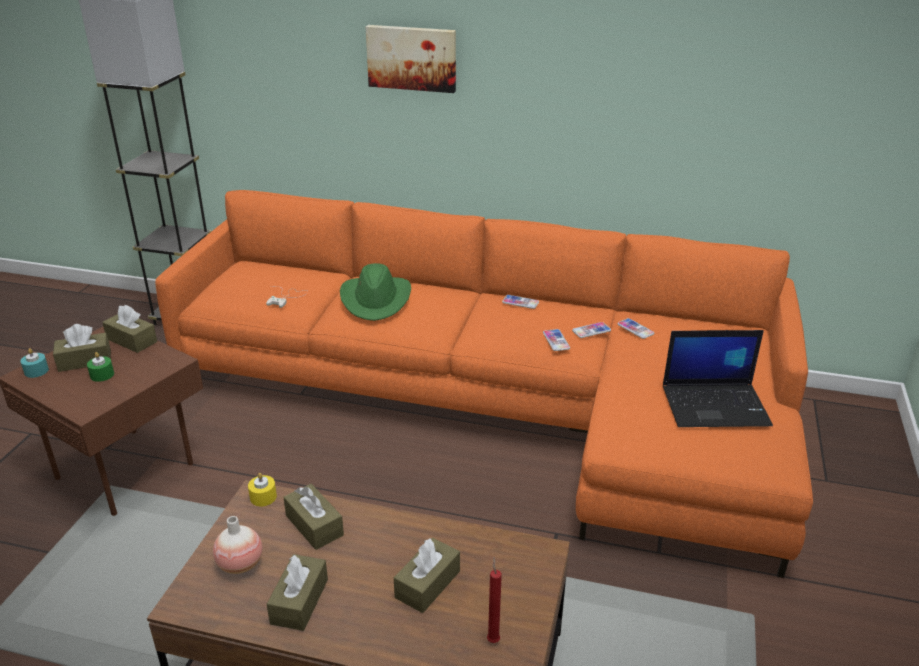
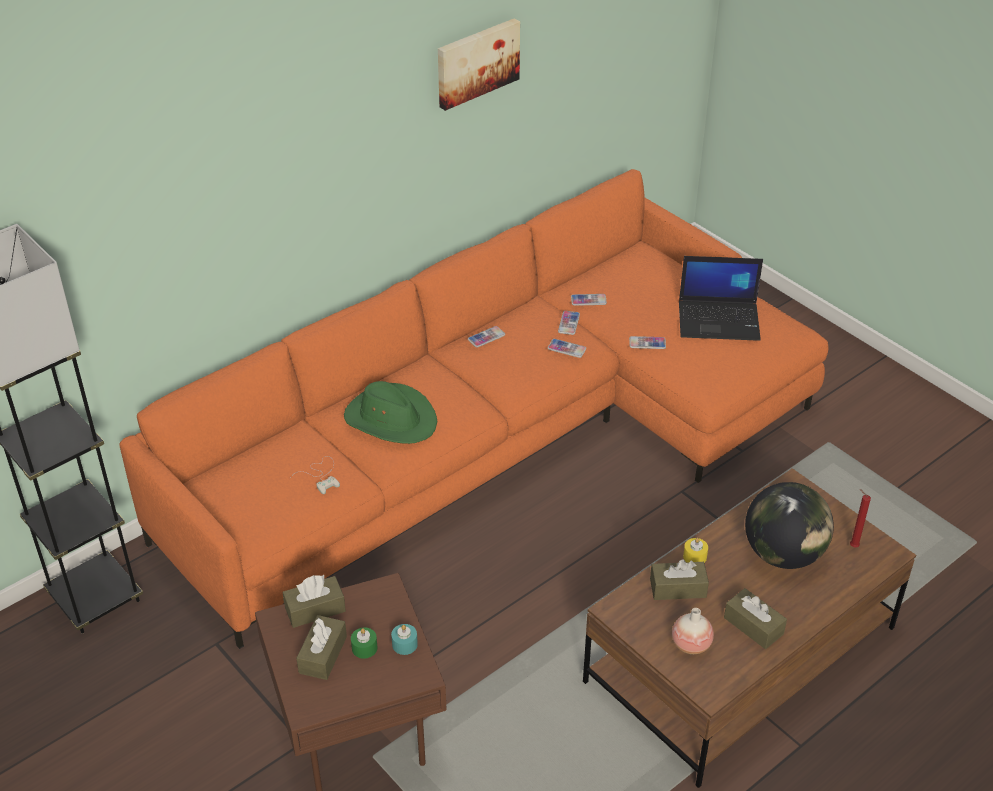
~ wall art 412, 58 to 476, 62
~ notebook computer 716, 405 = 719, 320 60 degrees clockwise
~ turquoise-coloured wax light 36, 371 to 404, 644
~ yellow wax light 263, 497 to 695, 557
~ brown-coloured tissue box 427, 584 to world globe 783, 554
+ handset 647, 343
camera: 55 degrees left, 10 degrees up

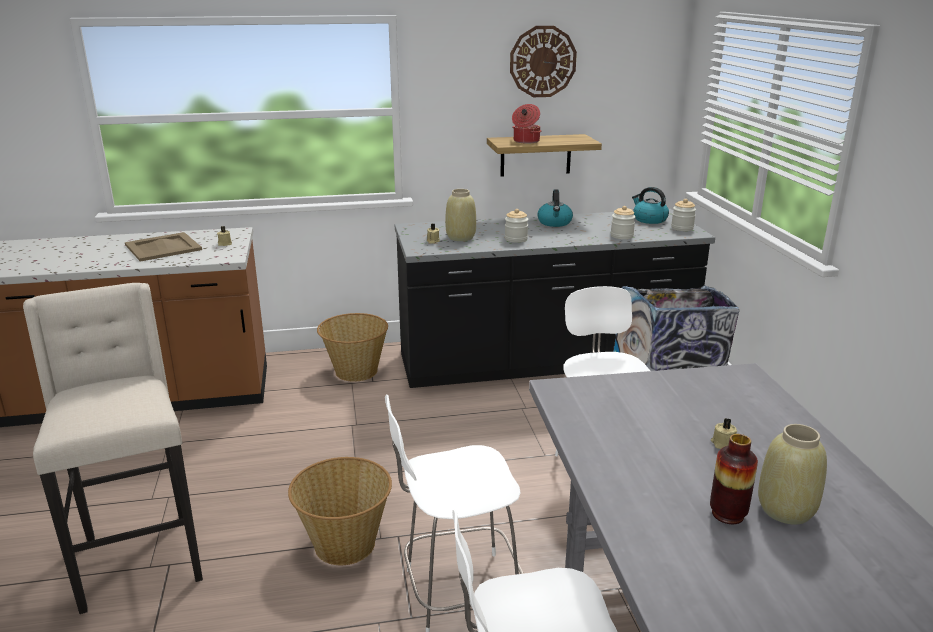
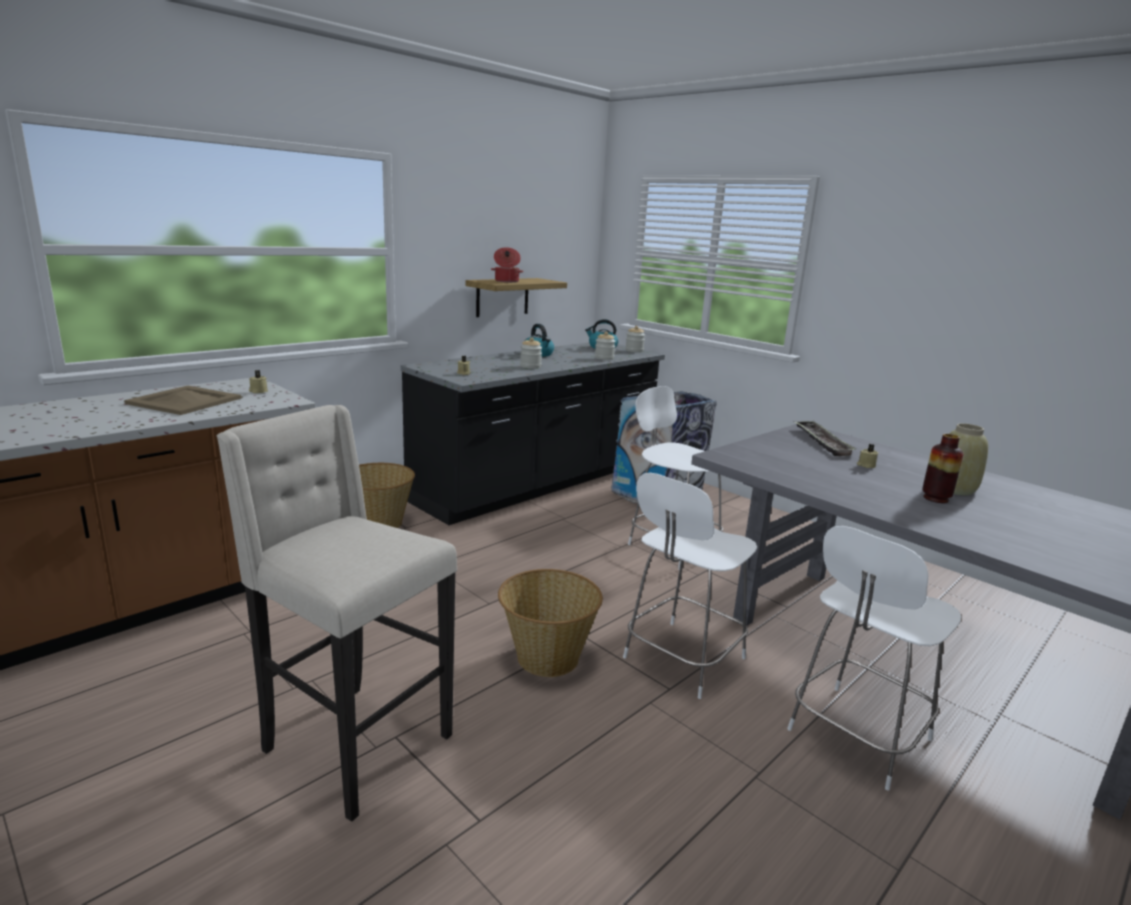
- clock on the wall 542, 61
- beige decorative vase 460, 237
+ serving tray 821, 442
camera: 35 degrees left, 5 degrees down

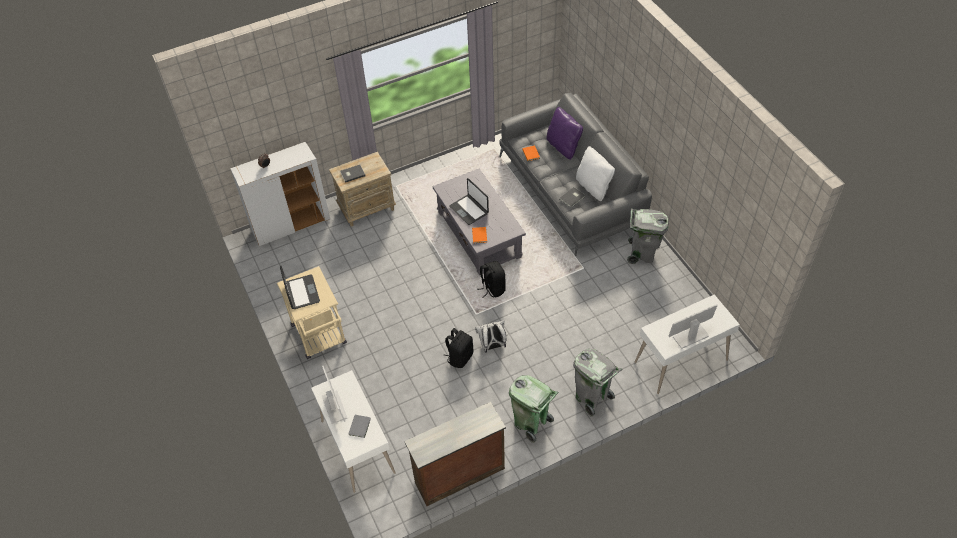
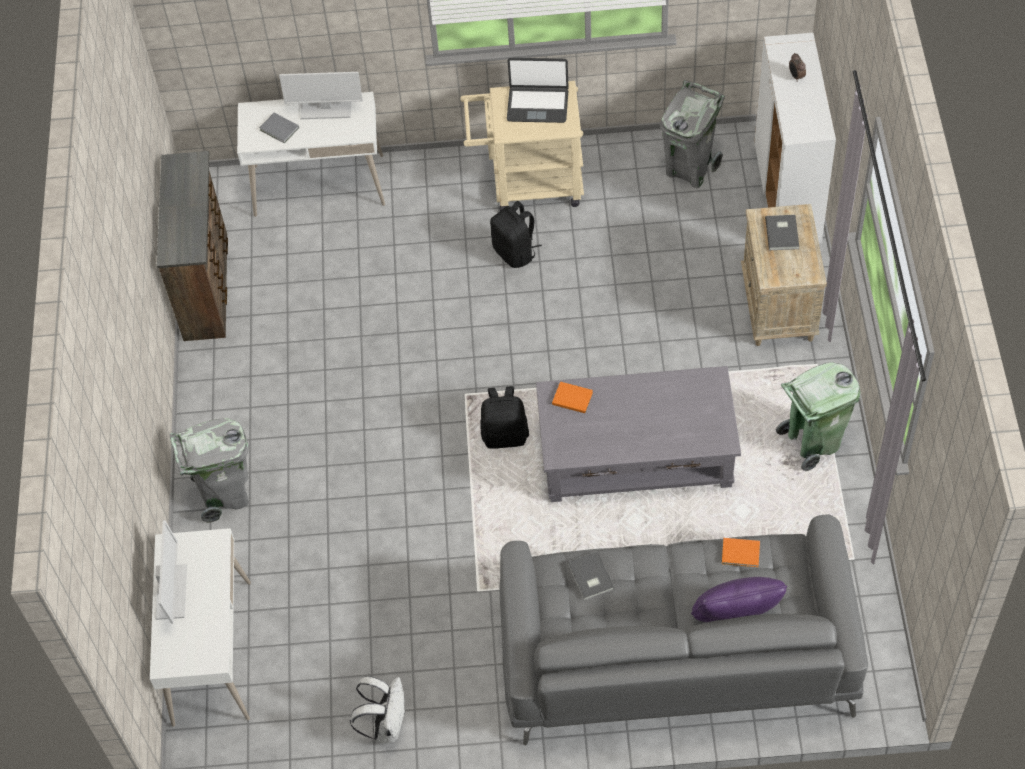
- white-coloured throw pillow 593, 187
- notebook computer 469, 210
~ grey trash can 642, 253 to 689, 169
~ white-coloured rucksack 492, 346 to 386, 725
~ black-coloured rucksack 460, 357 to 515, 252
~ greenish trash can 531, 423 to 812, 442
camera: 115 degrees right, 5 degrees up

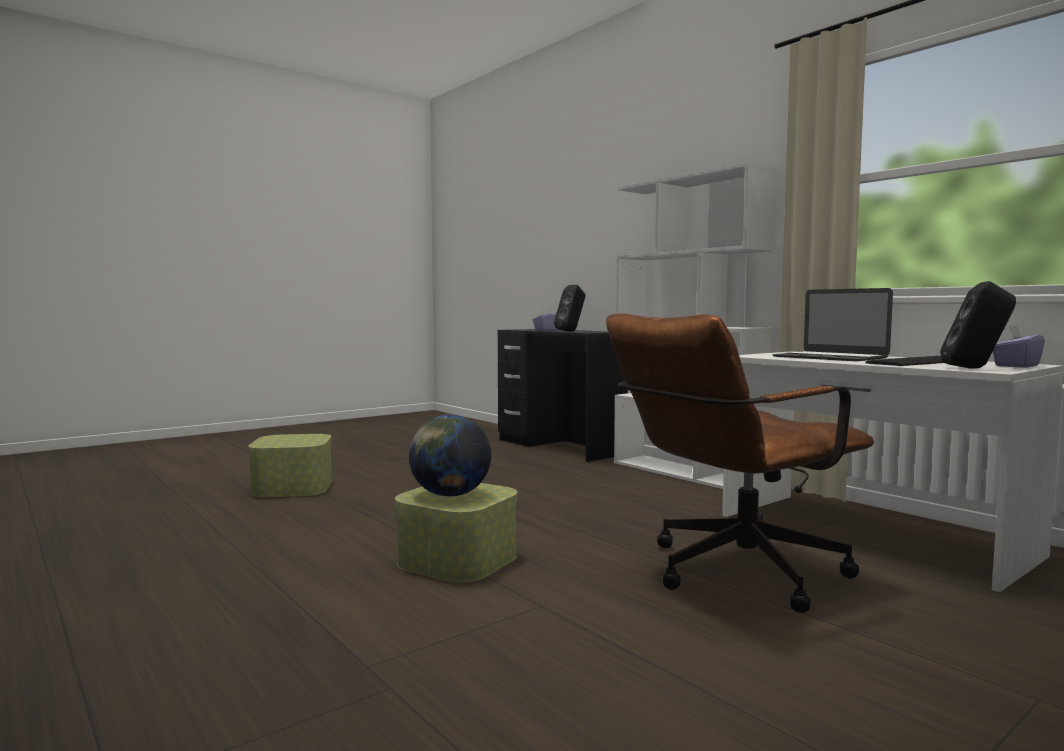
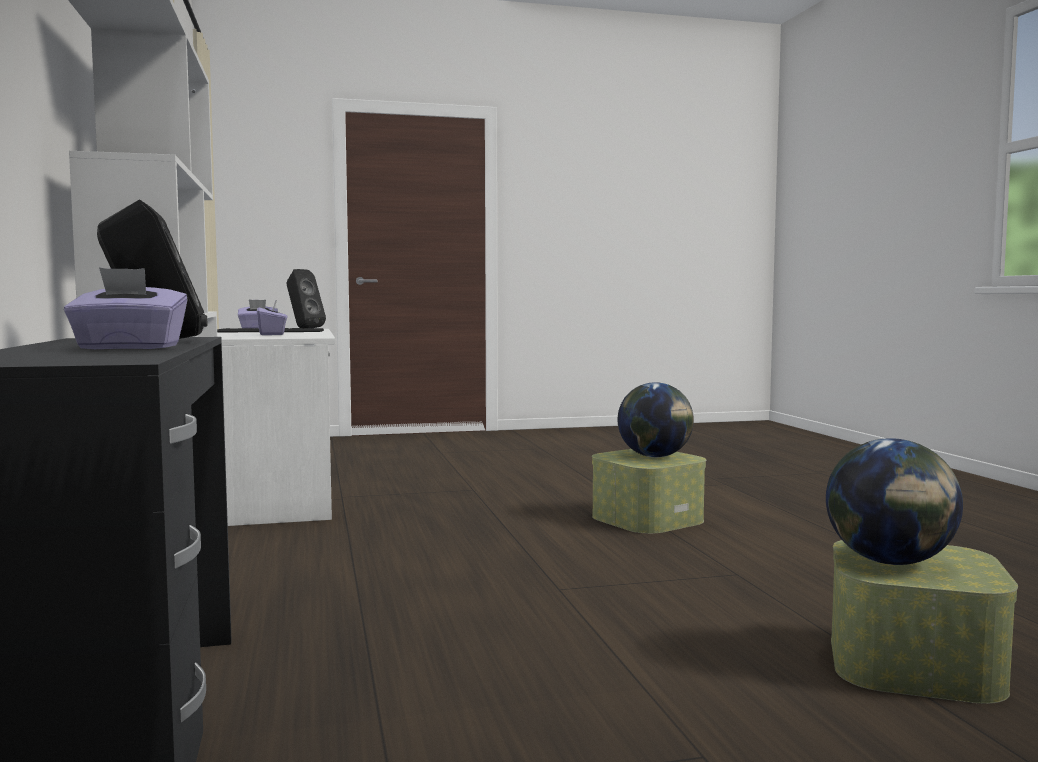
~ notebook computer 830, 357 to purplish tissue box 272, 334
- brown-coloured computer chair 730, 574
+ world globe 890, 562
camera: 155 degrees left, 0 degrees up

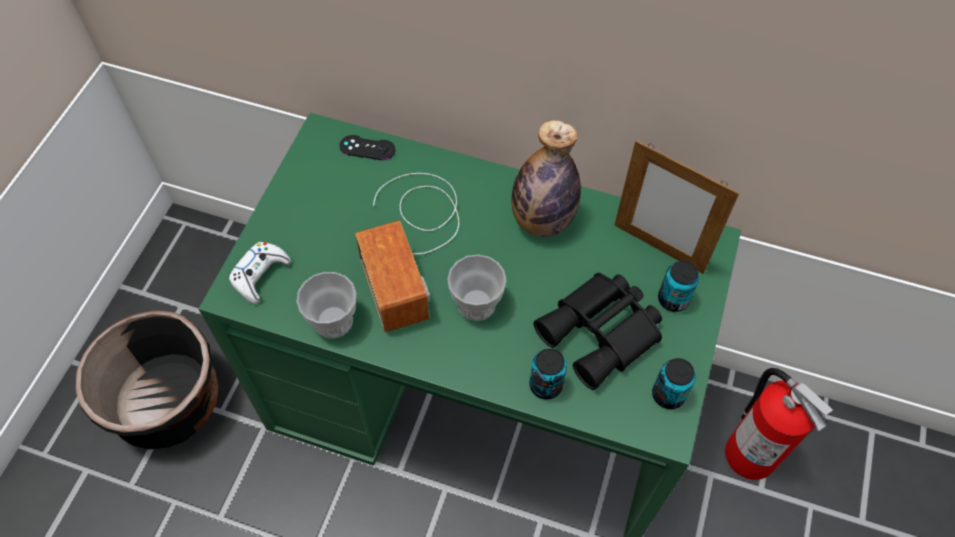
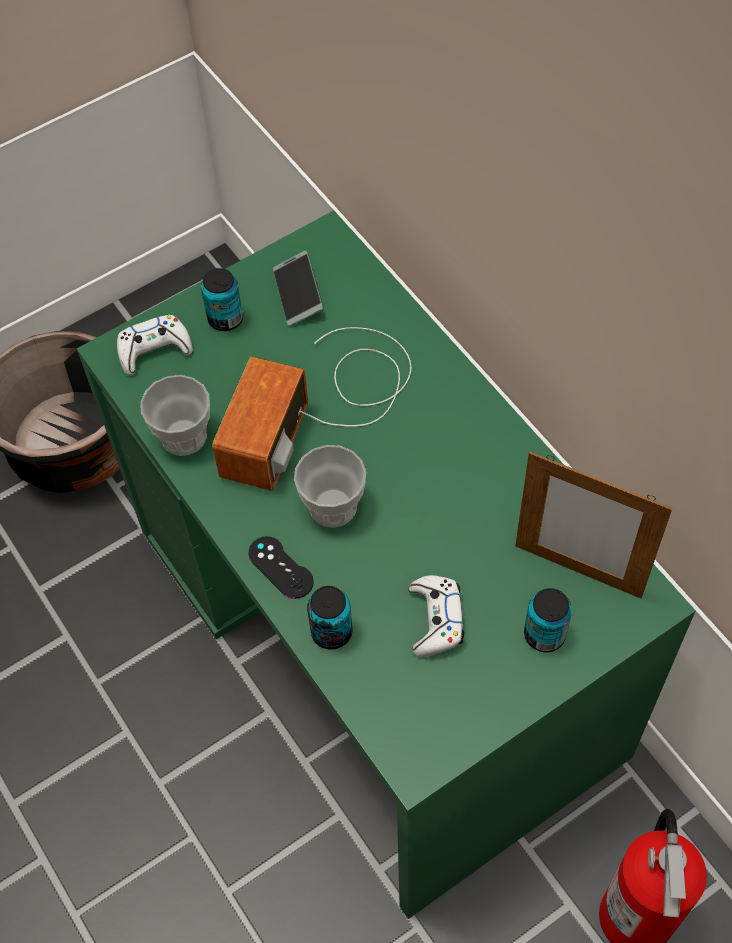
- beverage bottle 542, 221
~ black-coloured joypad 367, 148 to 280, 567
~ photo frame 658, 248 = 578, 571 45 degrees counterclockwise
~ black-coloured binoculars 602, 333 to white-coloured joypad 435, 620
~ sealed can 668, 395 to 225, 319
+ handset 298, 294
camera: 40 degrees right, 0 degrees up

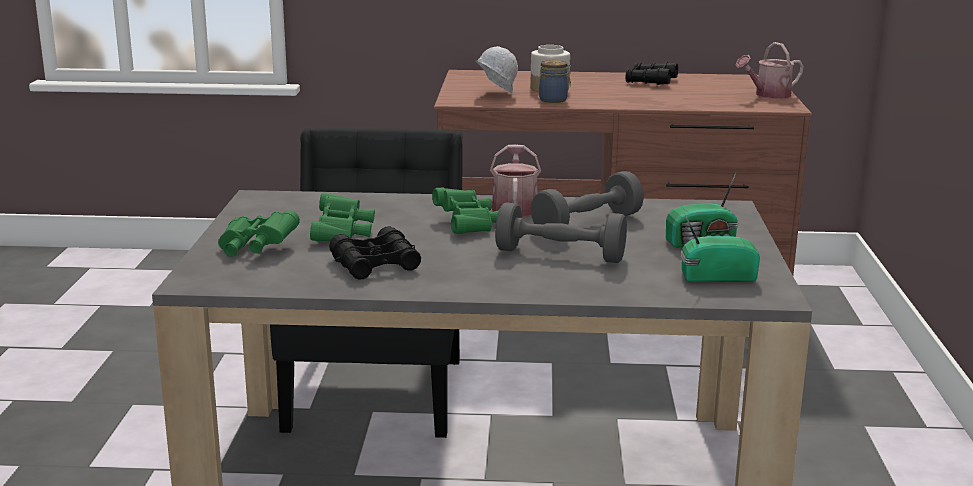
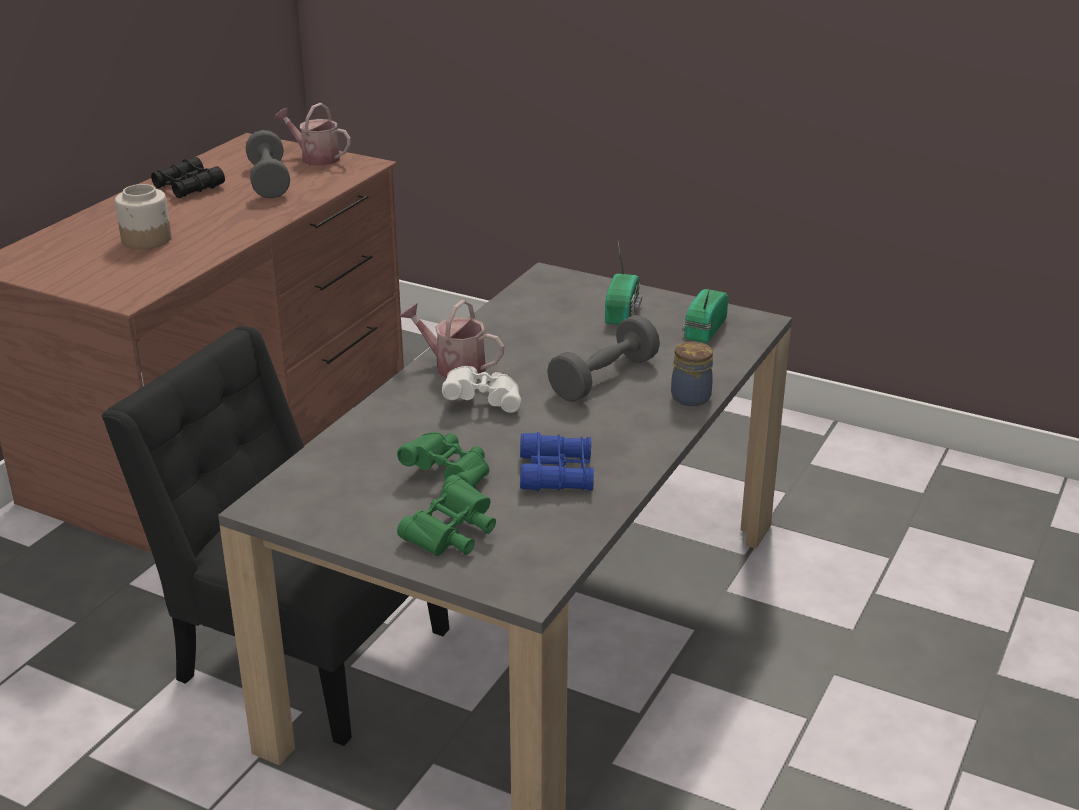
~ sprinkling can 768, 95 = 315, 157 120 degrees clockwise
- white-coloured safety helmet 495, 94
~ jar 554, 100 to 691, 396
~ grey free weight 587, 224 to 269, 181
~ greenish binoculars 468, 224 to white-coloured binoculars 483, 401
~ black-coloured binoculars 375, 264 to blue-coloured binoculars 556, 473
camera: 65 degrees left, 10 degrees up

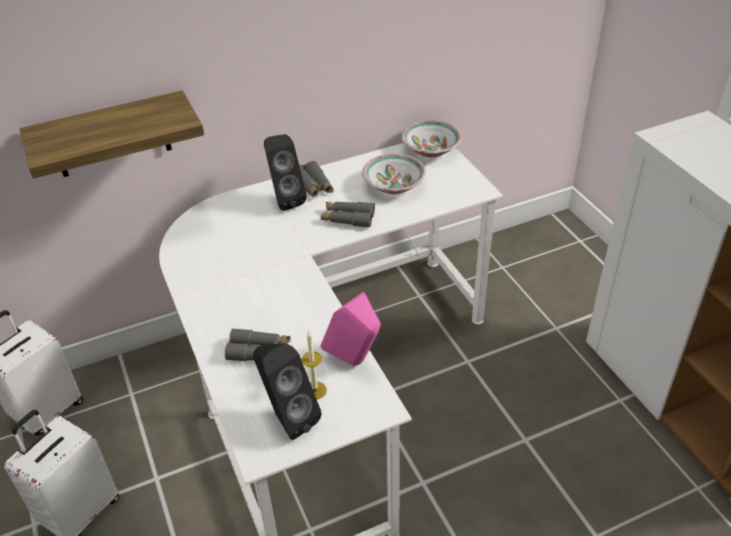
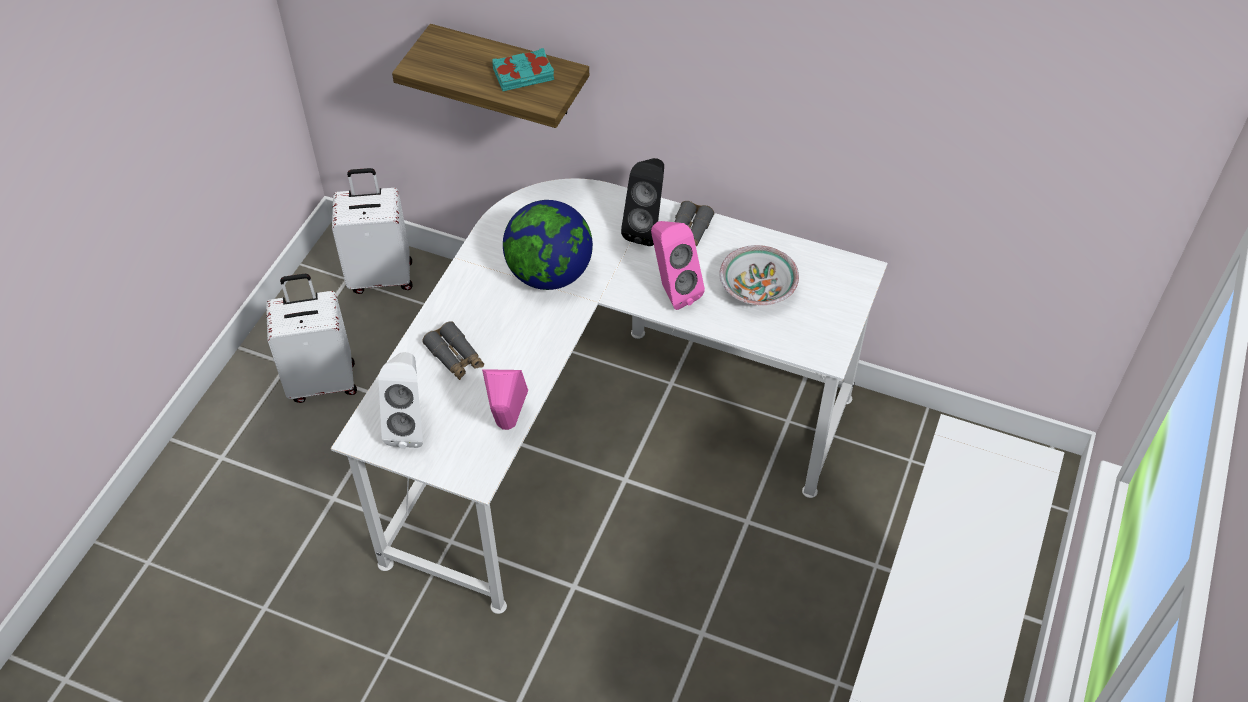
- deep dish 430, 150
~ grey binoculars 348, 218 to pink speaker 672, 291
- wax light 315, 390
~ black-coloured speaker 287, 418 to white-coloured speaker 410, 426
+ turquoise-coloured book 523, 75
+ world globe 549, 274
camera: 45 degrees right, 10 degrees up

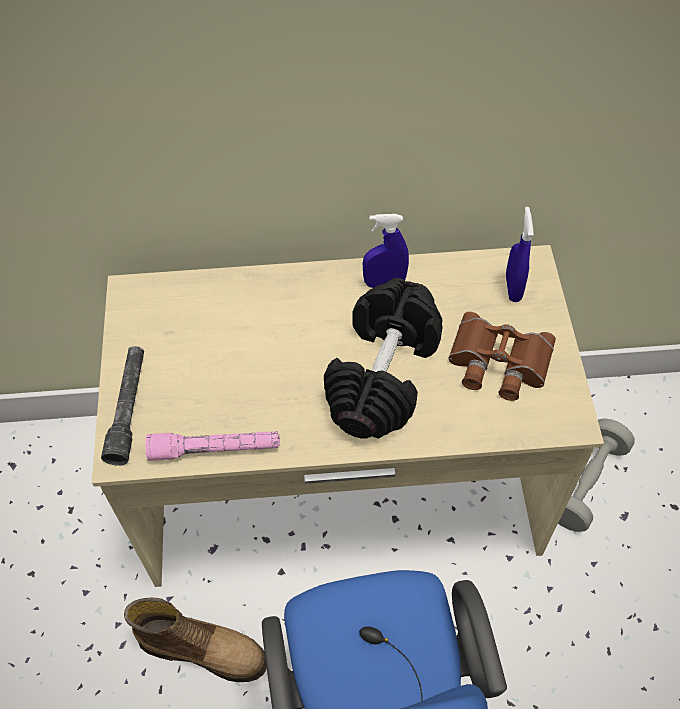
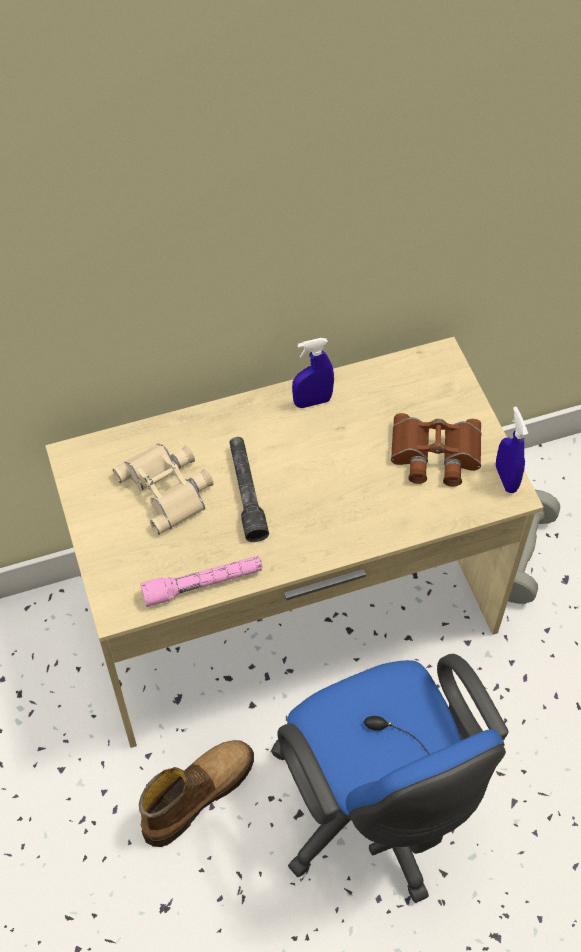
~ blue-coloured sprayer 513, 288 to 506, 478
- black-coloured free weight 382, 374
~ grey hand torch 128, 408 to 246, 492
~ boot 204, 648 = 197, 793 45 degrees counterclockwise
+ beige binoculars 169, 488
camera: 15 degrees left, 0 degrees up

